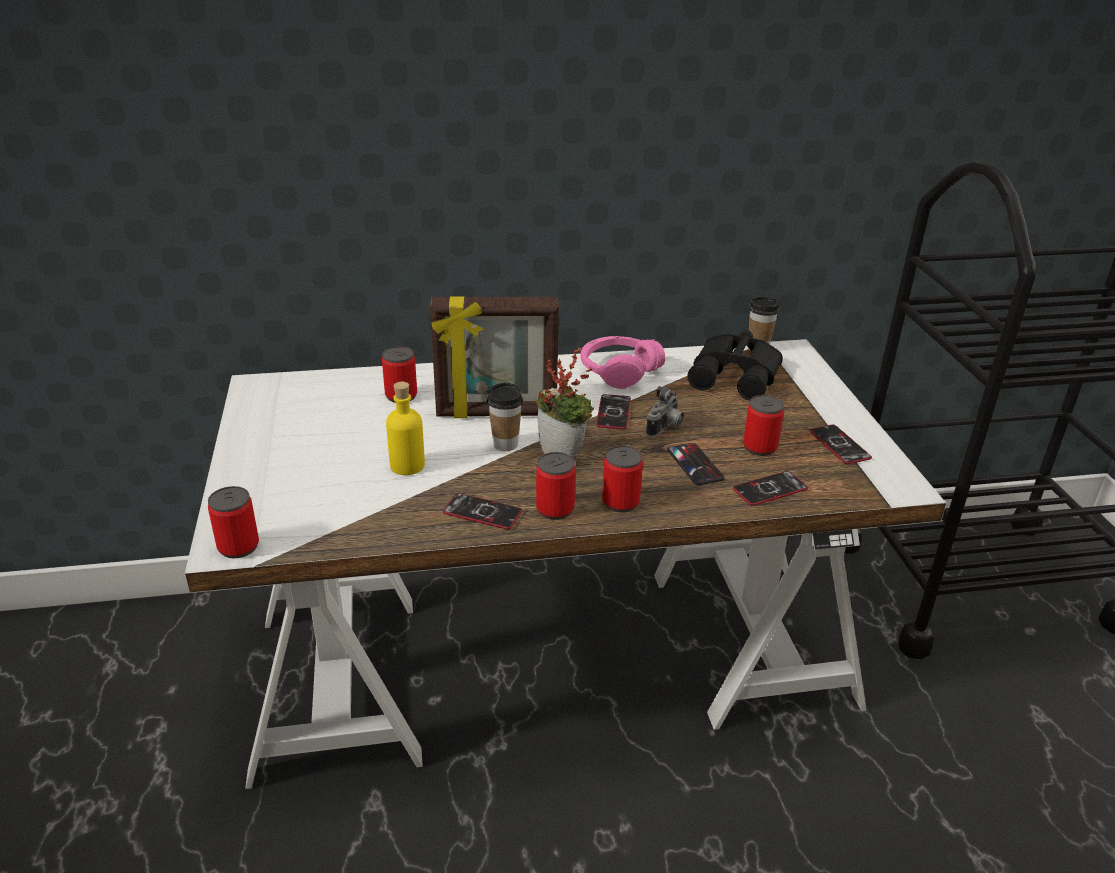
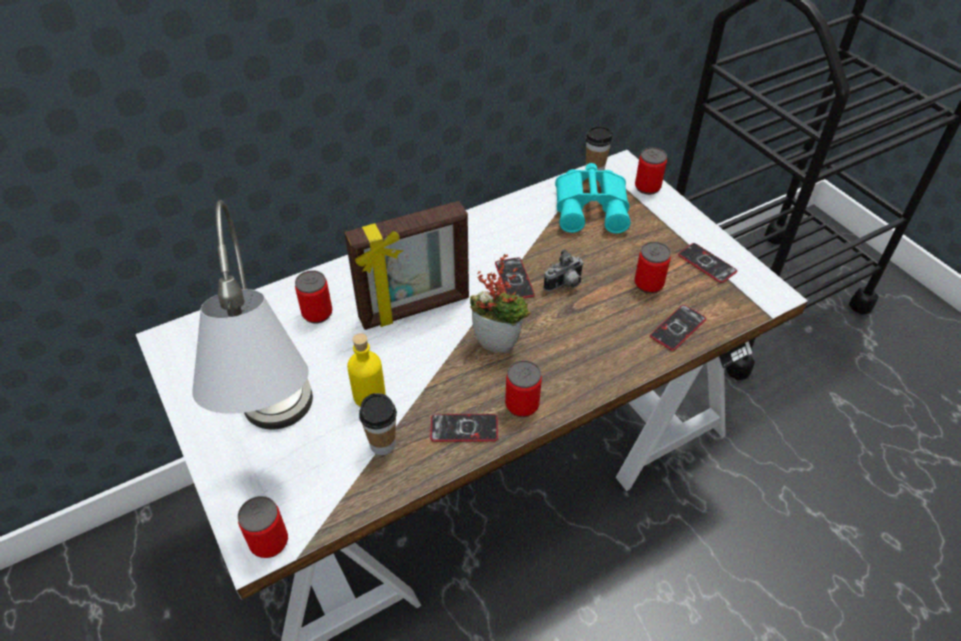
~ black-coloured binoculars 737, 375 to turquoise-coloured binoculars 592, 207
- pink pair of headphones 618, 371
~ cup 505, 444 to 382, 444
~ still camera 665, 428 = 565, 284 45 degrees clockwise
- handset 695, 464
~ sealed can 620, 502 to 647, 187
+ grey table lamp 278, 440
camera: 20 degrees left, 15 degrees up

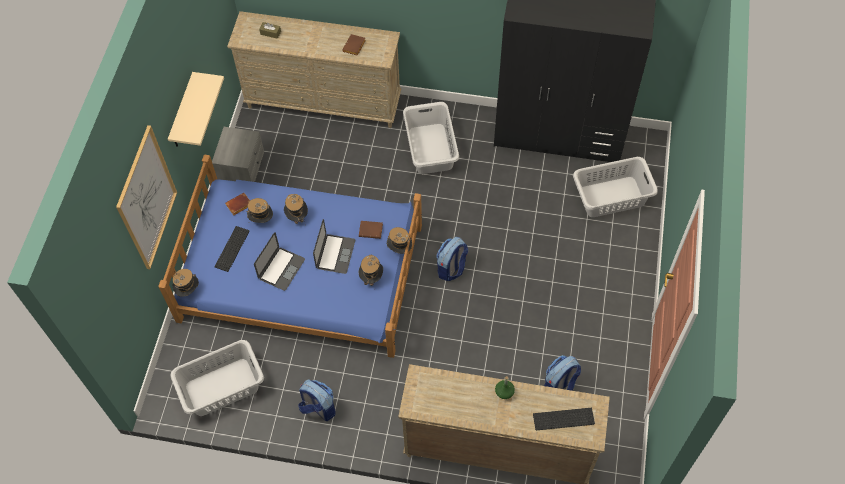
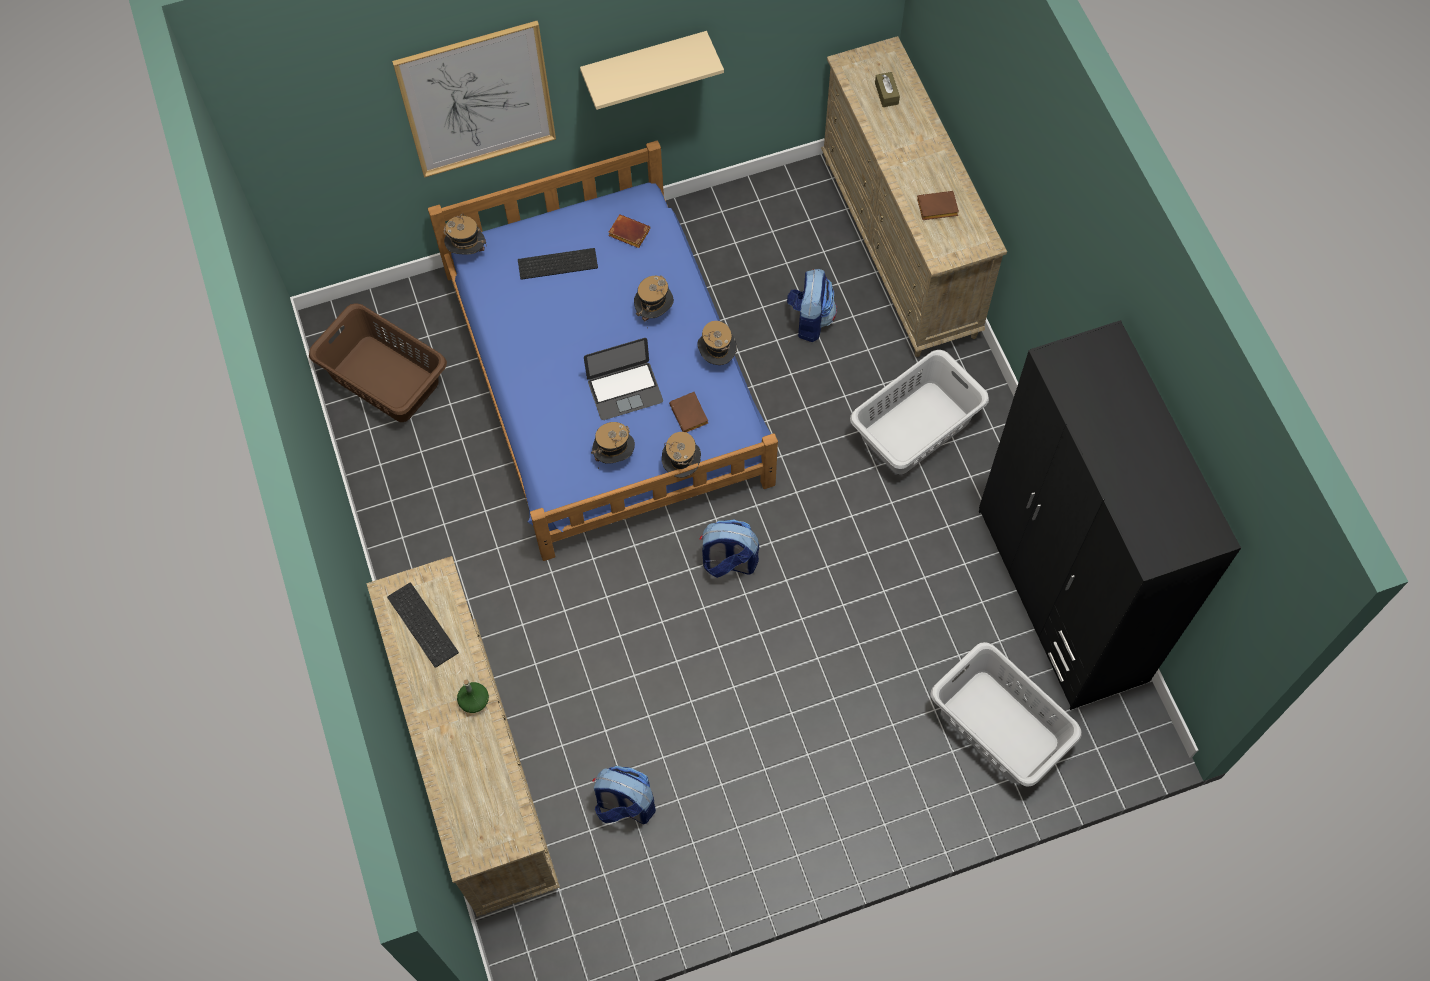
- grey nightstand 243, 172
~ clothing hat 261, 220 to 717, 357
- notebook computer 281, 268
~ grey hamper 221, 387 to brown-coloured hamper 385, 378
~ rucksack 318, 408 to 810, 319
~ keyboard 563, 420 to 420, 625
camera: 60 degrees right, 5 degrees up

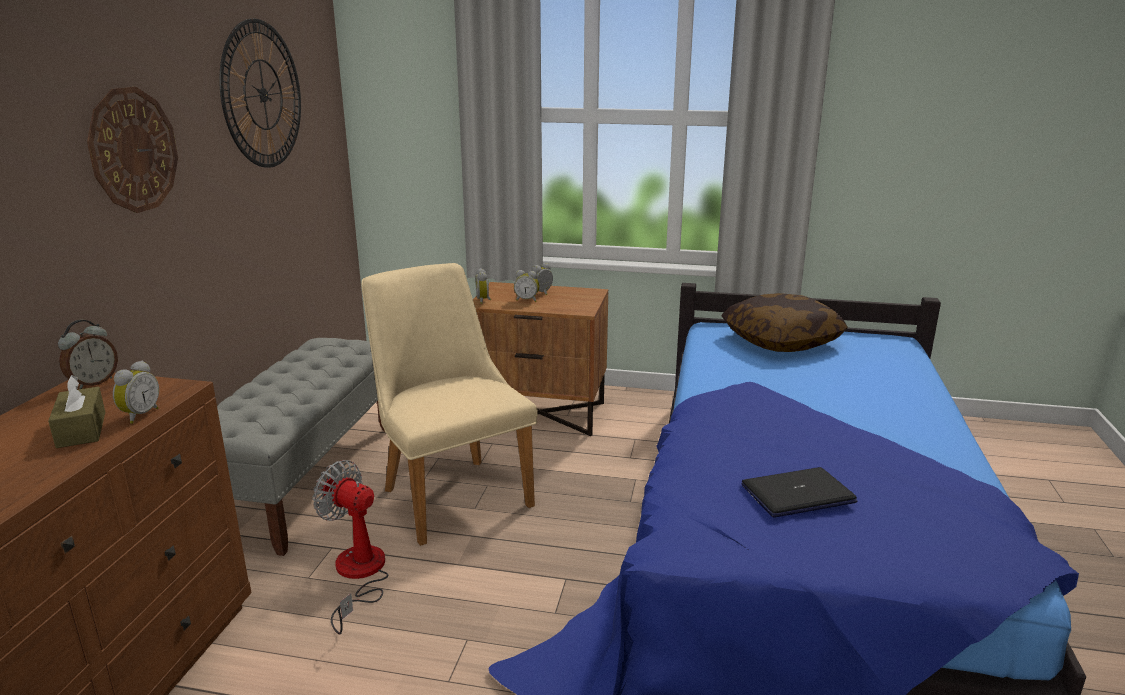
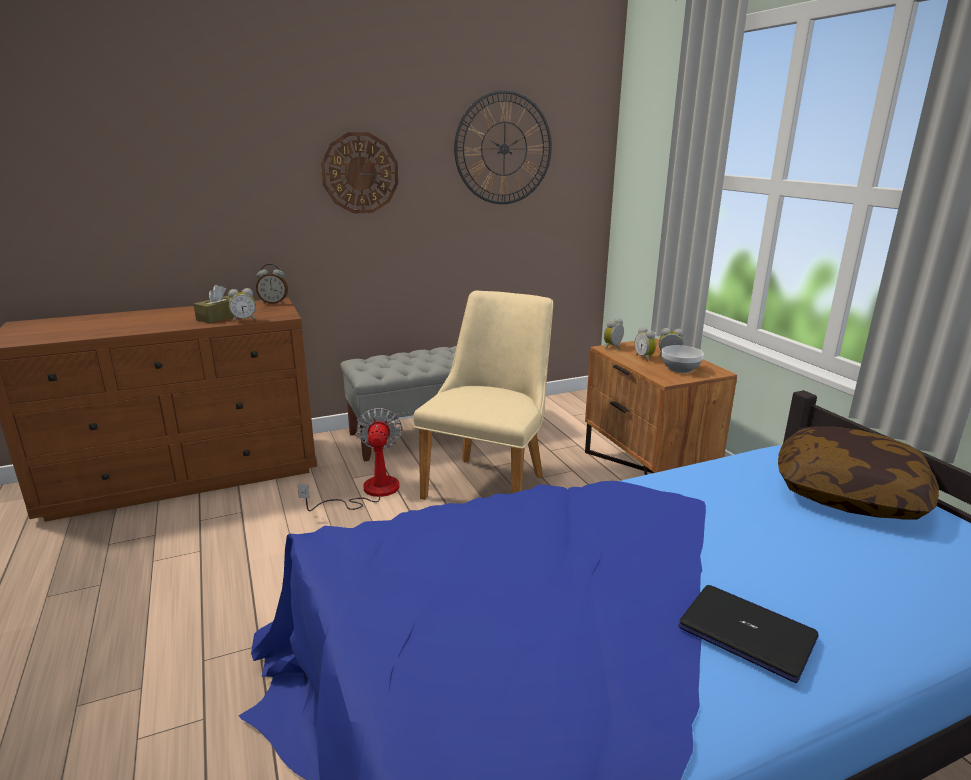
~ notebook computer 797, 494 to 748, 632
+ deep dish 681, 369
camera: 55 degrees right, 0 degrees up

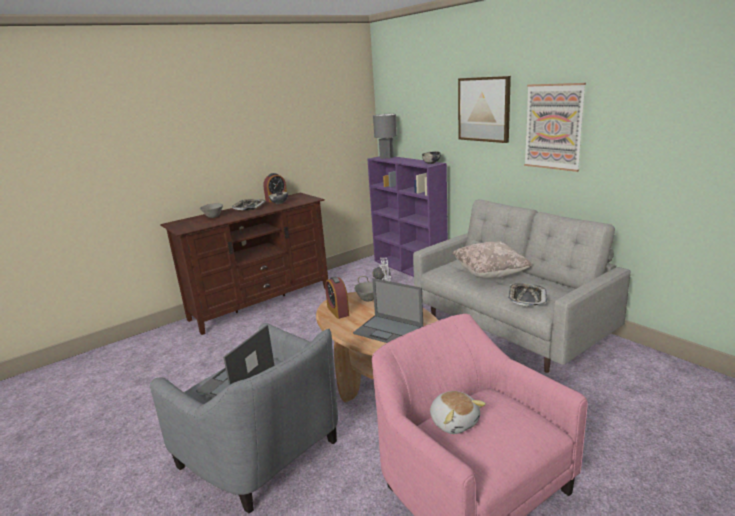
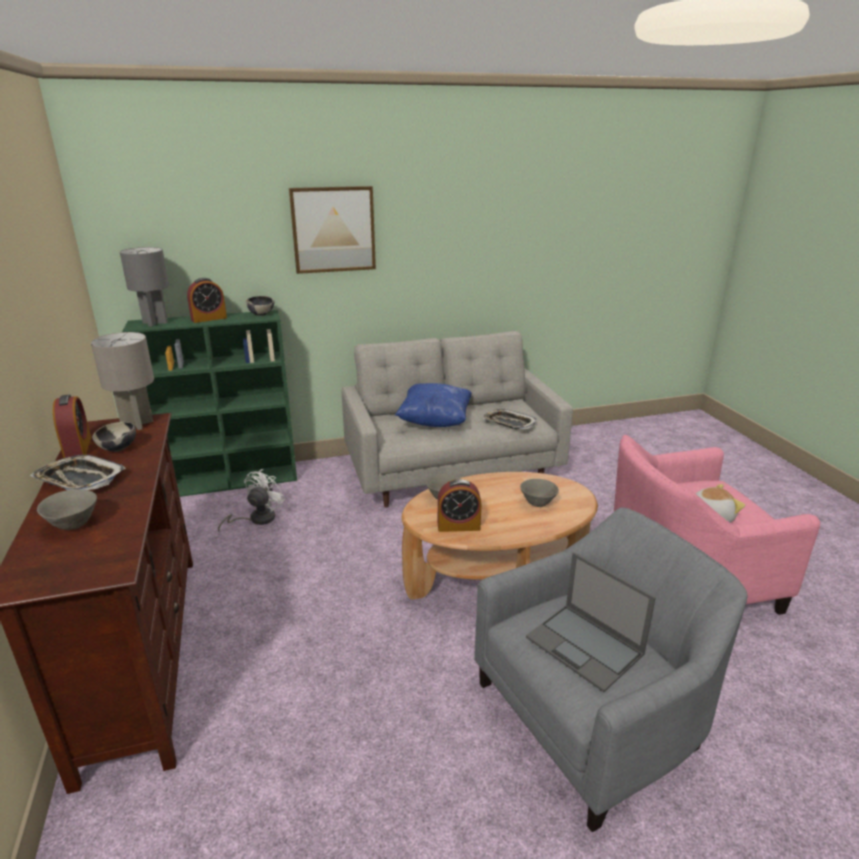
- wall art 553, 127
~ purplish shelving unit 410, 269 to greenish shelving unit 231, 481
~ beige throw pillow 490, 274 to blue-coloured throw pillow 435, 421
~ notebook computer 389, 330 to grey deep dish 537, 503
+ bedside clock 209, 318
+ grey table lamp 137, 424
camera: 70 degrees left, 5 degrees up

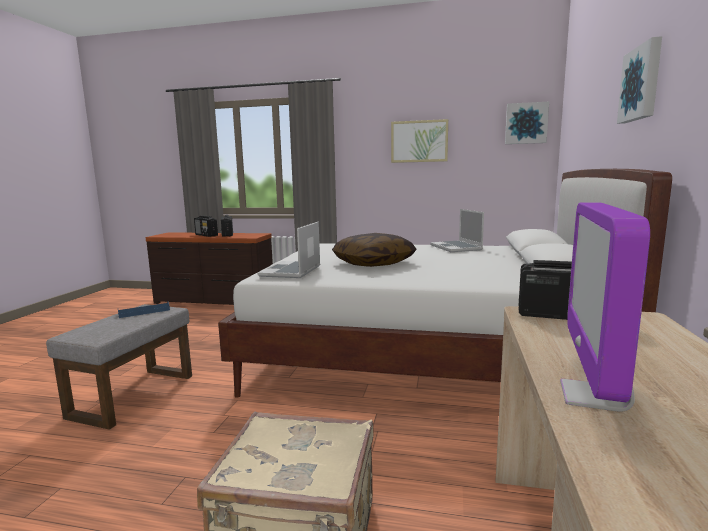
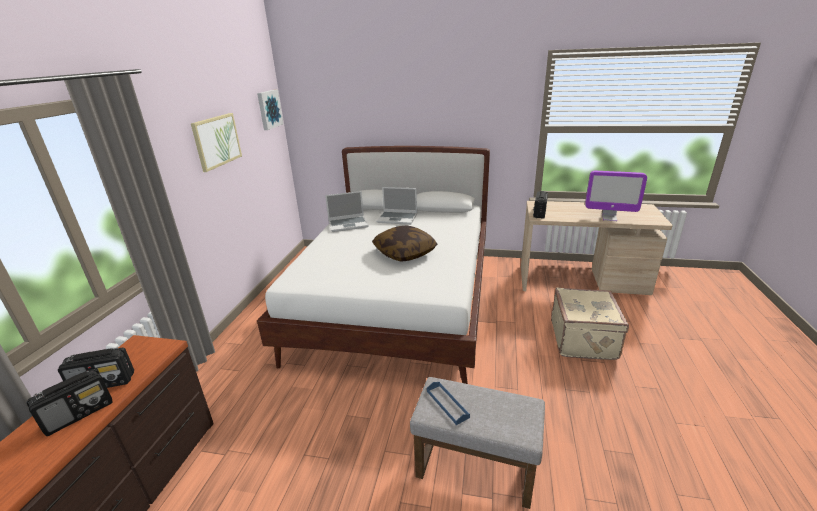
- wall art 642, 83
~ notebook computer 291, 271 to 398, 218
camera: 90 degrees left, 15 degrees up

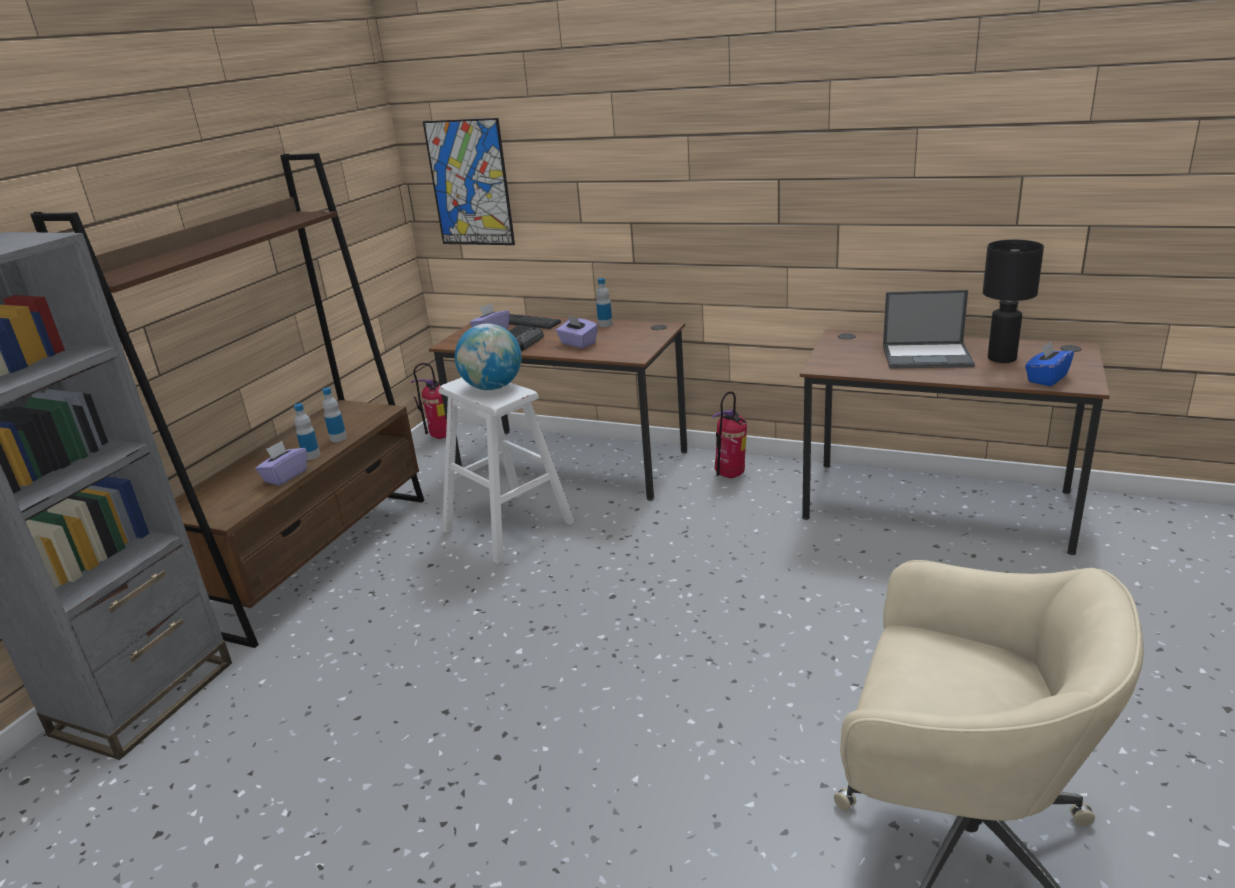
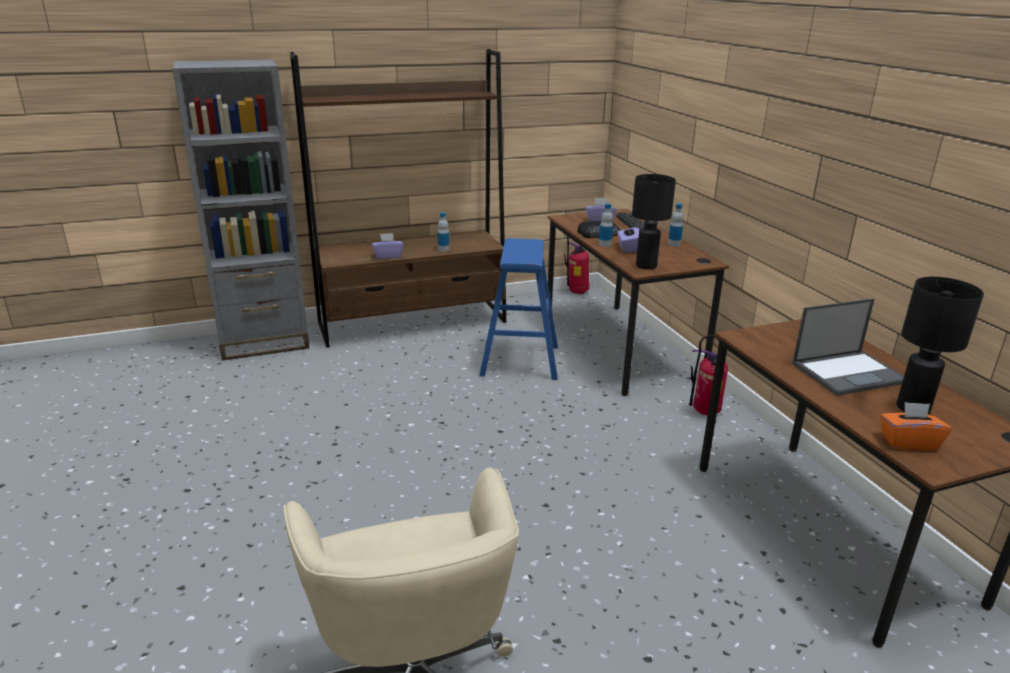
- wall art 470, 183
~ notebook computer 928, 356 = 849, 373 75 degrees counterclockwise
- world globe 493, 387
~ blue-coloured tissue box 1046, 378 to orange-coloured tissue box 908, 442
~ white-coloured stool 508, 526 to blue-coloured stool 520, 360
~ beverage bottle 311, 456 to 604, 244
+ black-coloured table lamp 645, 266
camera: 45 degrees right, 0 degrees up

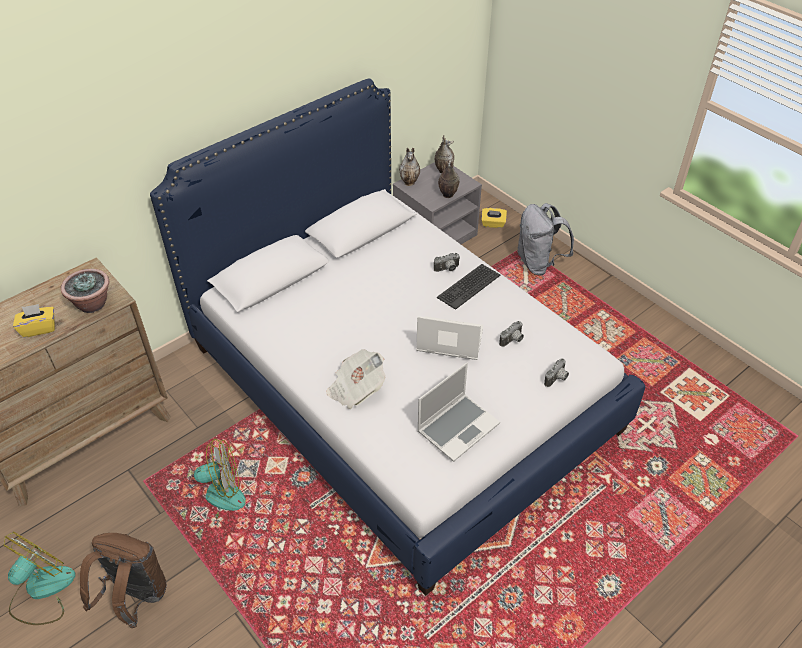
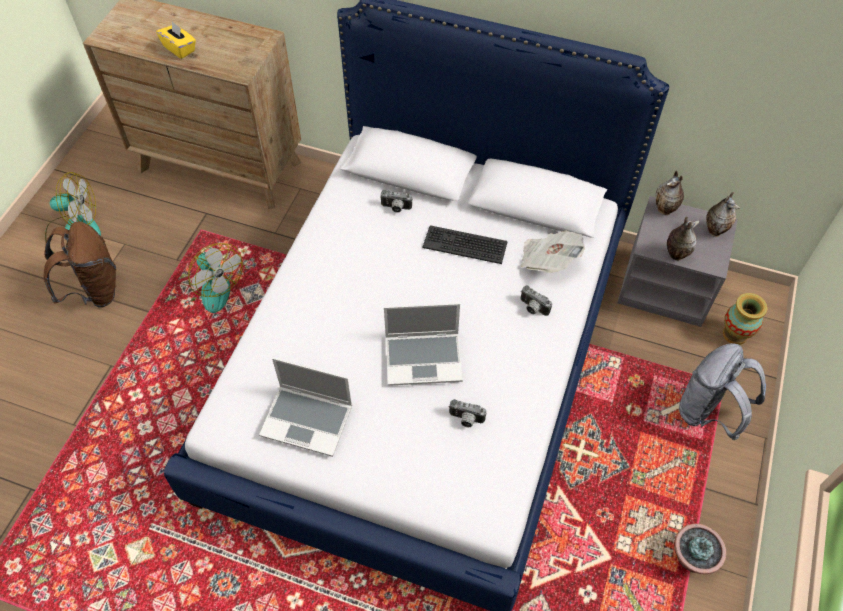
~ yellow tissue box 493, 224 to decorative vase 735, 334
~ keyboard 468, 286 to 465, 244
~ houseplant 92, 304 to 692, 557
~ notebook computer 449, 340 = 424, 358 105 degrees clockwise
~ printed paper 356, 389 to 548, 260
~ still camera 557, 379 to 395, 208
camera: 60 degrees right, 10 degrees up

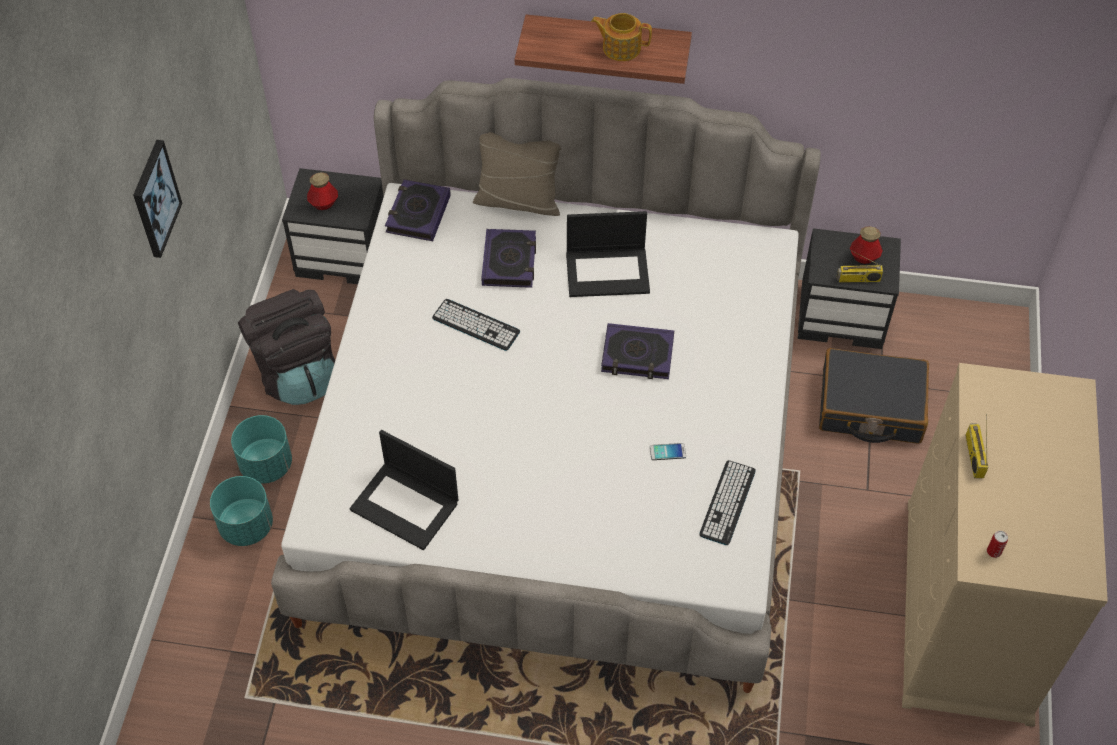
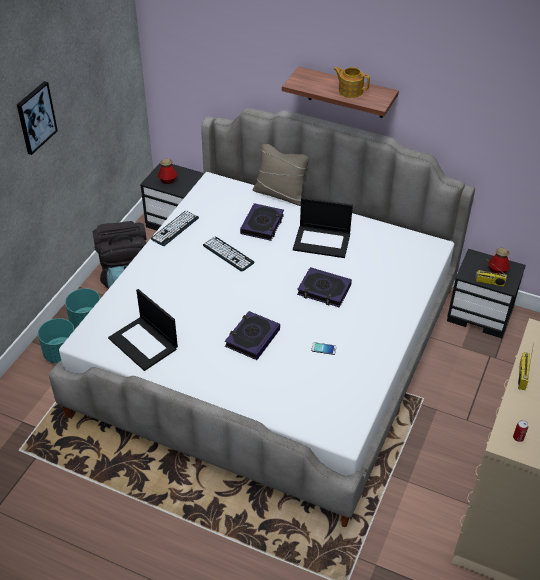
~ book 418, 214 to 252, 338
- black-coloured piece of luggage 870, 406
~ keyboard 727, 502 to 175, 228
camera: 15 degrees right, 10 degrees down

